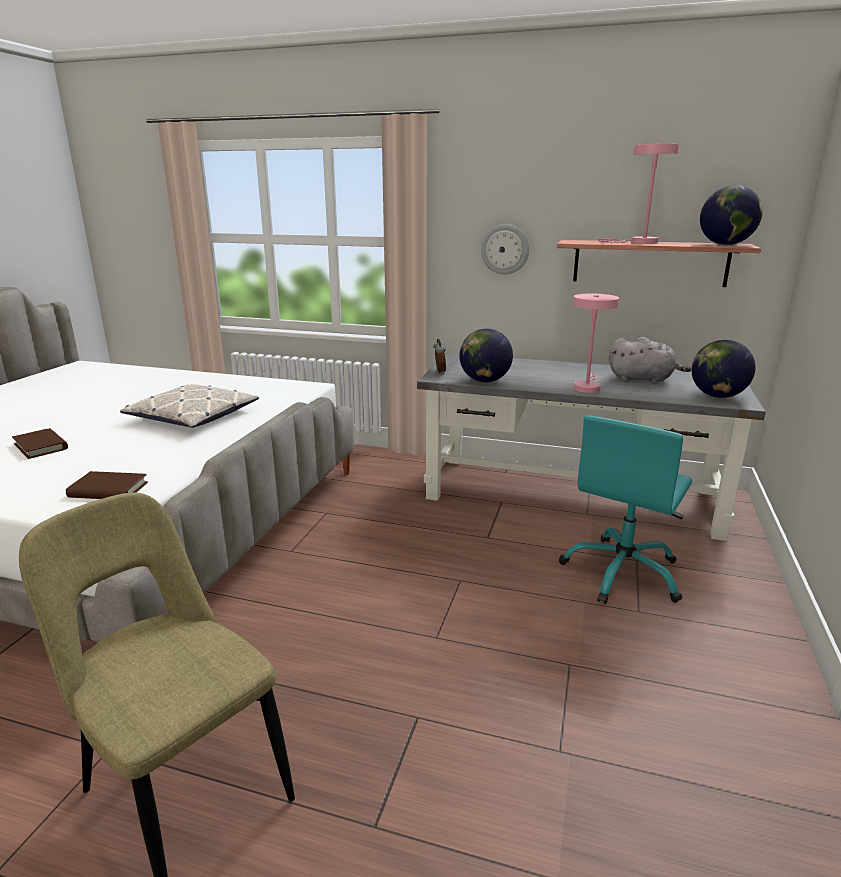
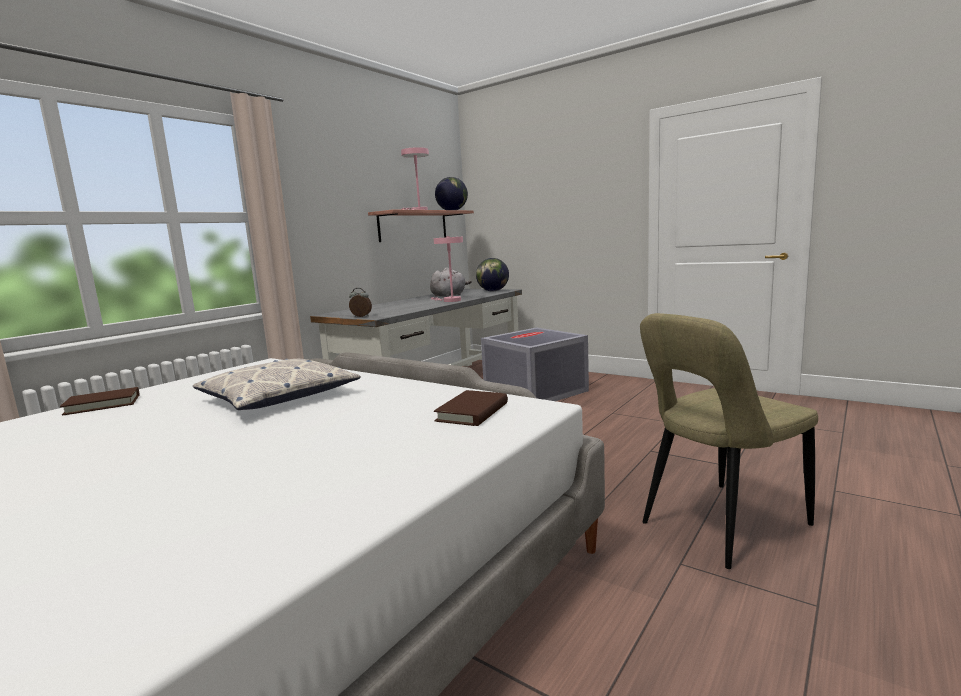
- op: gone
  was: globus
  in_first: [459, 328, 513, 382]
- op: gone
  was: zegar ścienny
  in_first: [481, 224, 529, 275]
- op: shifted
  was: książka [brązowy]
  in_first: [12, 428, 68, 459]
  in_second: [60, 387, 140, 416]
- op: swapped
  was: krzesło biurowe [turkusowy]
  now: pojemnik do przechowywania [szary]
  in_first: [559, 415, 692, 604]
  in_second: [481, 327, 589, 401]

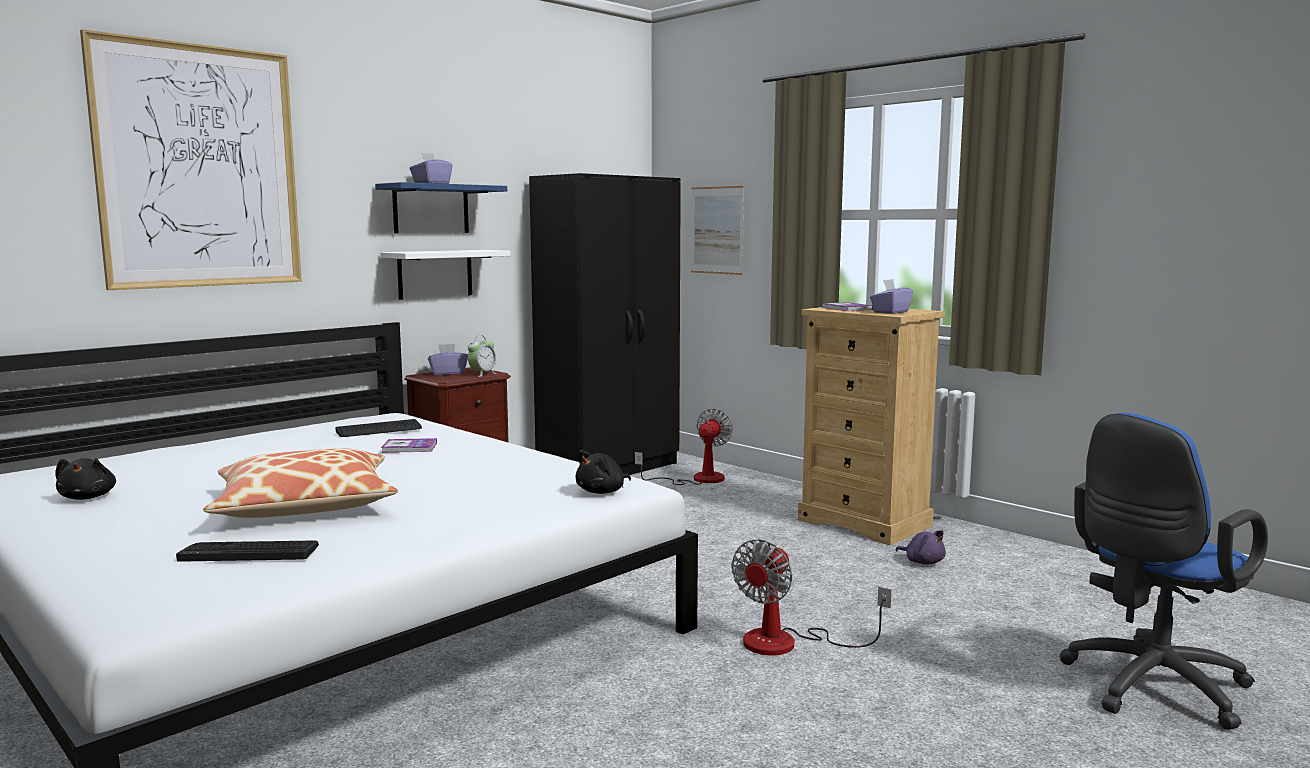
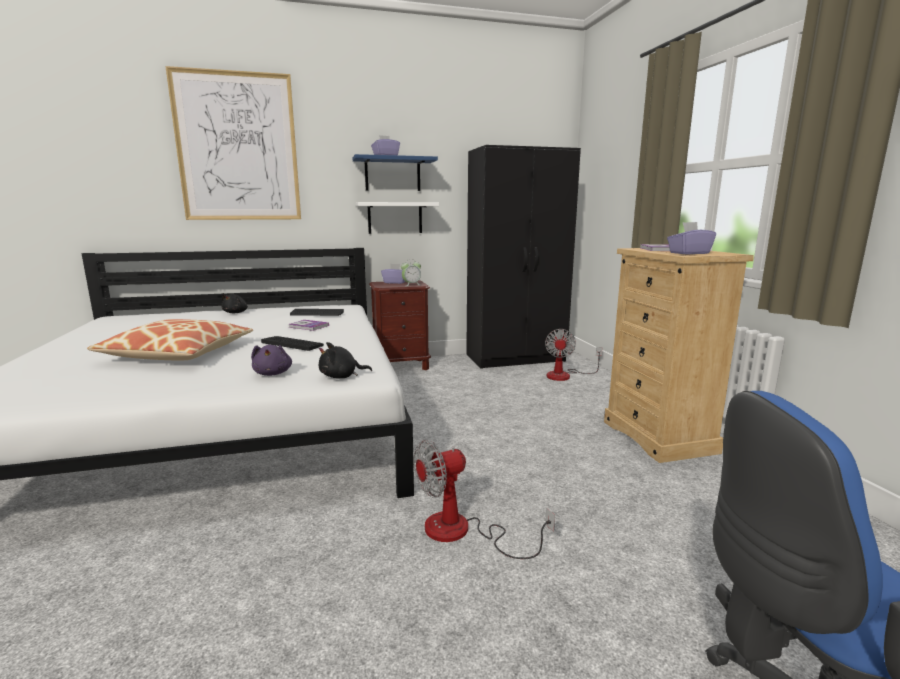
- op: gone
  was: obraz
  in_first: [691, 186, 744, 275]
- op: shifted
  was: pluszak [czarny]
  in_first: [55, 458, 116, 500]
  in_second: [221, 293, 248, 313]
- op: shifted
  was: klawiatura
  in_first: [176, 541, 319, 562]
  in_second: [261, 336, 324, 351]
- op: shifted
  was: pluszak [fioletowy]
  in_first: [895, 530, 946, 565]
  in_second: [251, 345, 292, 376]
- op: rotated
  was: wentylator
  in_first: [635, 408, 733, 485]
  in_second: [545, 329, 602, 381]
  clockwise: 135

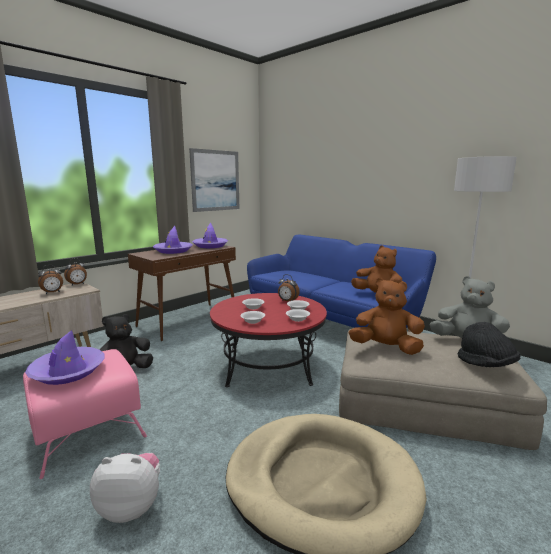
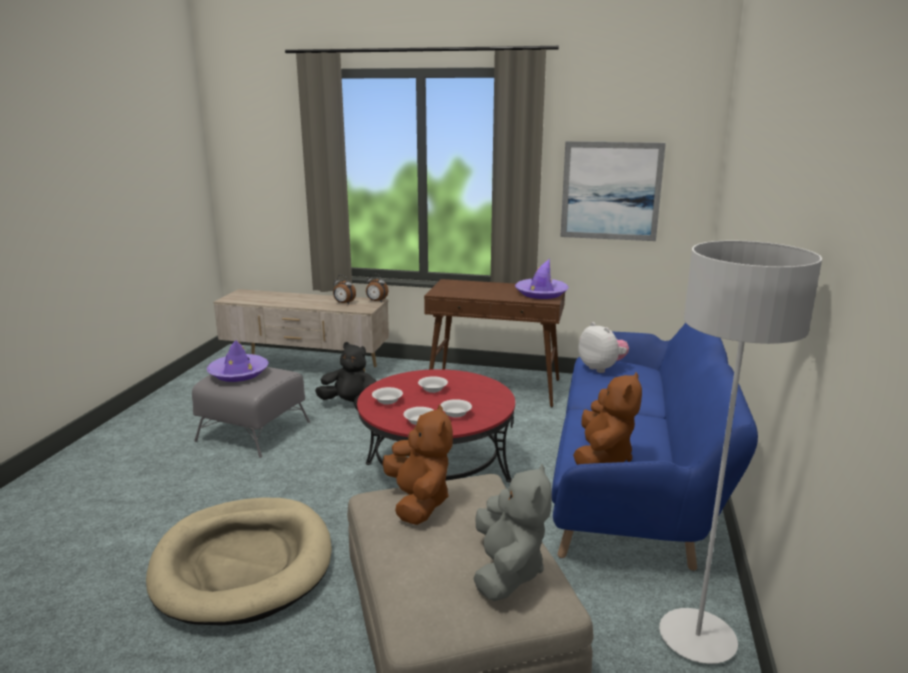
- op: gone
  was: kapelusz [fioletowy]
  in_first: [153, 226, 192, 254]
- op: gone
  was: budzik
  in_first: [278, 274, 300, 301]
- op: gone
  was: kapelusz [czarny]
  in_first: [458, 322, 520, 367]
- op: shifted
  was: pluszak
  in_first: [90, 453, 160, 523]
  in_second: [578, 322, 629, 373]
- op: repainted
  was: pufa [różowy]
  now: pufa [szary]
  in_first: [23, 349, 147, 479]
  in_second: [192, 367, 310, 458]

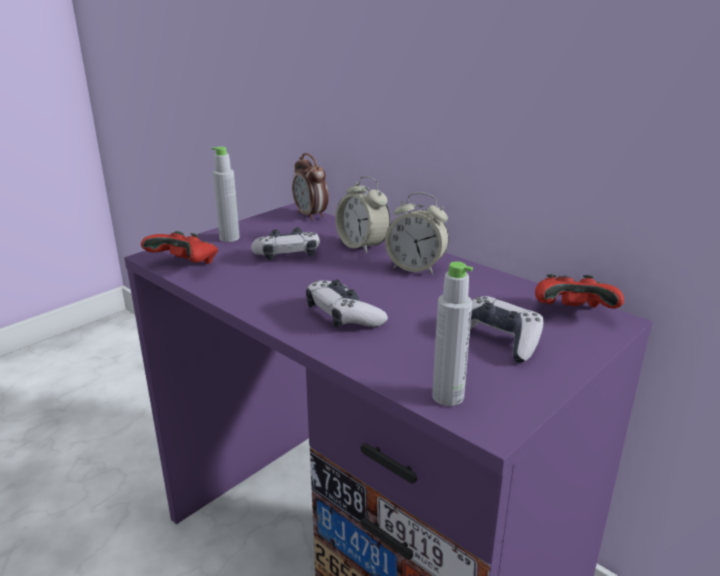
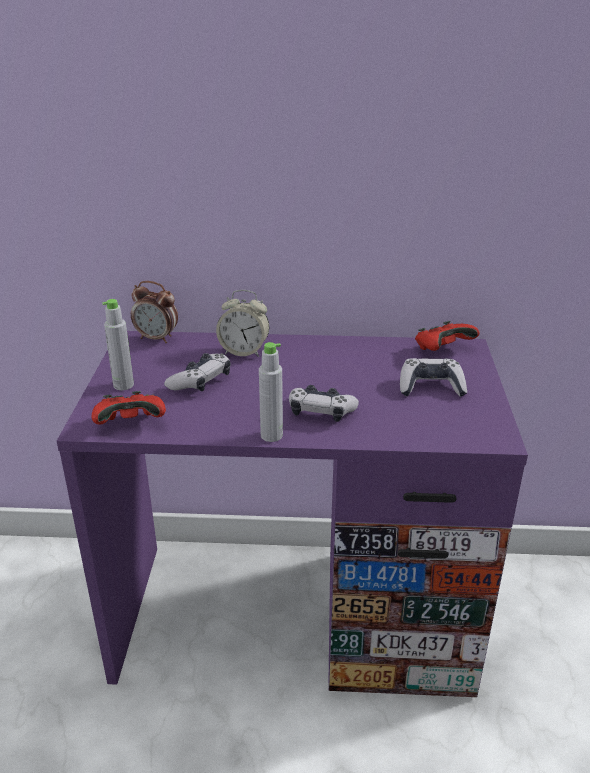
- op: gone
  was: budzik
  in_first: [385, 192, 449, 275]
- op: shifted
  was: butelka [szary]
  in_first: [432, 261, 473, 406]
  in_second: [259, 342, 283, 442]

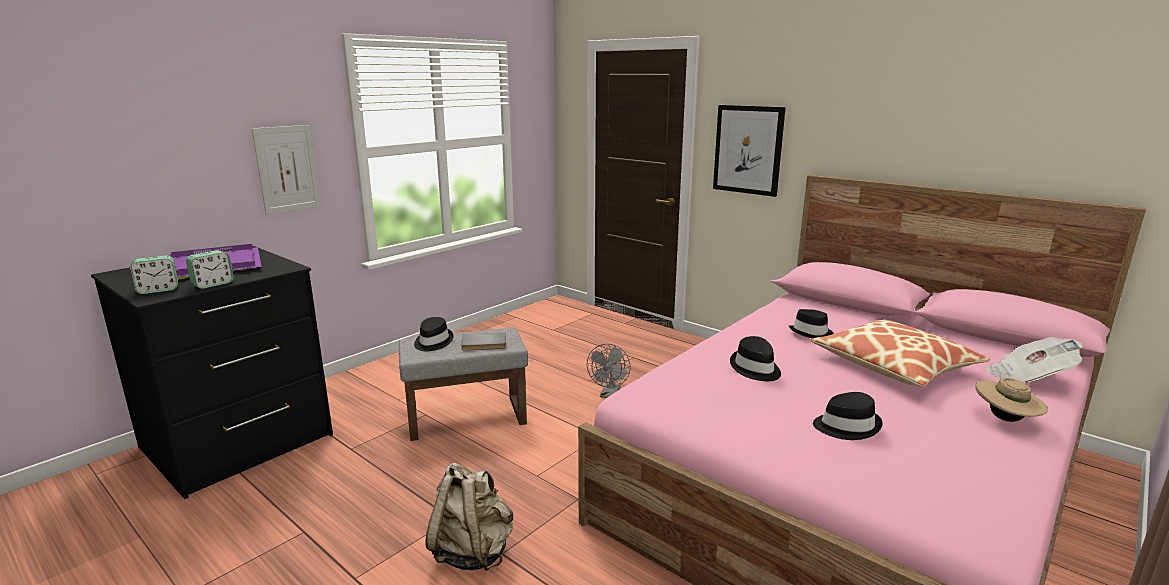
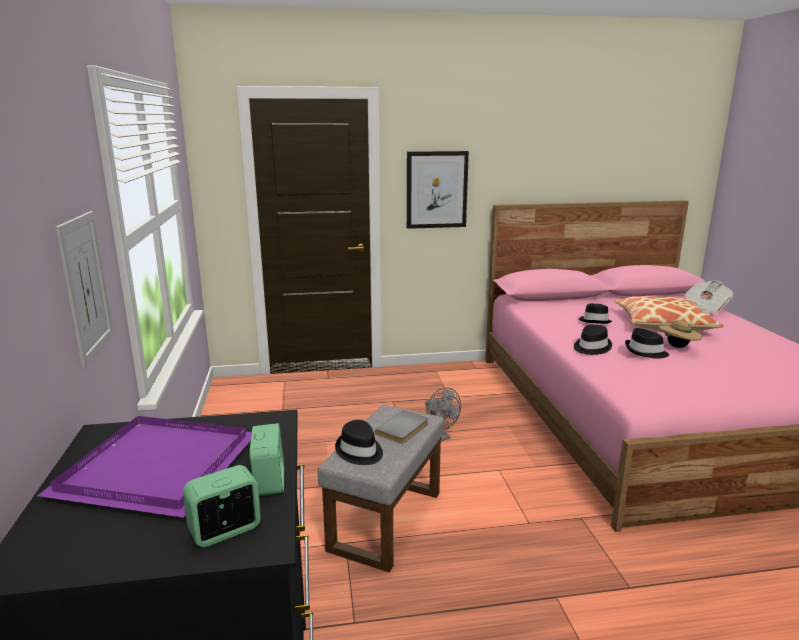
- op: gone
  was: plecak [beżowy]
  in_first: [425, 463, 513, 571]
- op: shifted
  was: kapelusz [czarny]
  in_first: [813, 392, 882, 440]
  in_second: [574, 324, 612, 355]
- op: shifted
  was: kapelusz [beżowy]
  in_first: [975, 378, 1048, 422]
  in_second: [658, 320, 702, 348]
- op: rotated
  was: budzik
  in_first: [130, 255, 178, 294]
  in_second: [183, 465, 261, 547]
  clockwise: -135

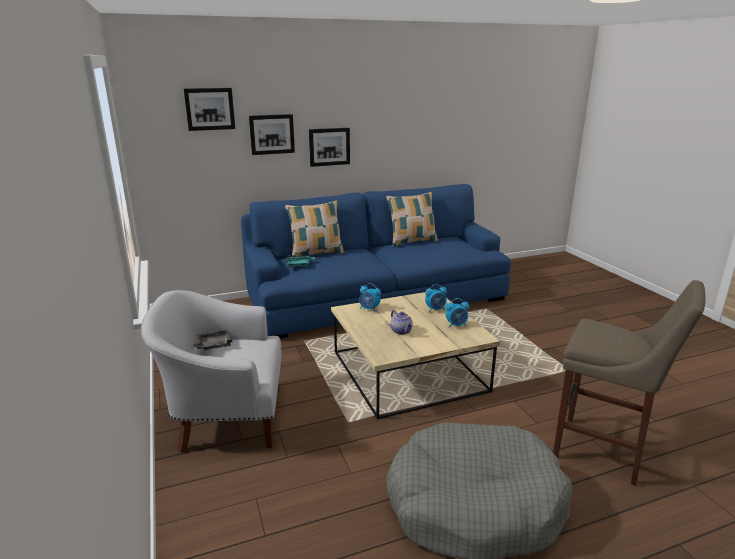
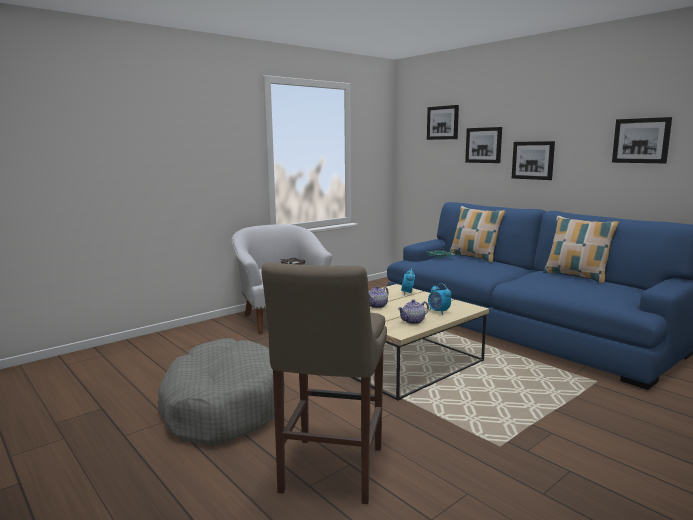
- op: new
  now: obraz
  in_second: [612, 117, 672, 163]
- op: swapped
  was: budzik
  now: imbryk
  in_first: [446, 298, 469, 328]
  in_second: [398, 299, 429, 324]

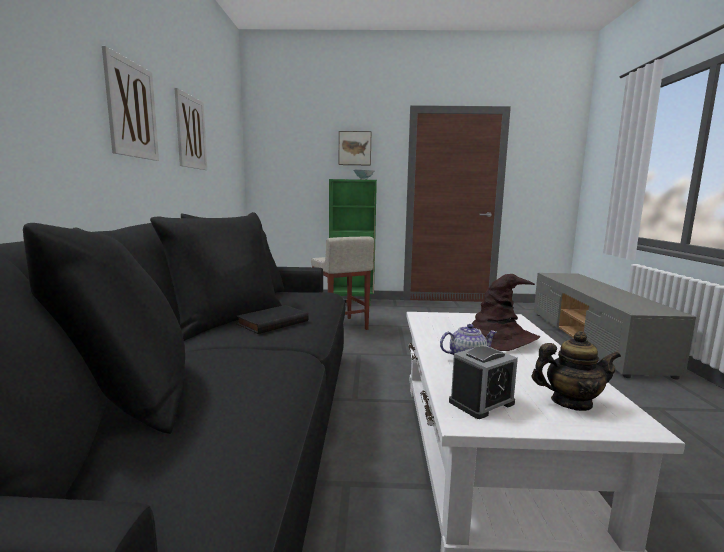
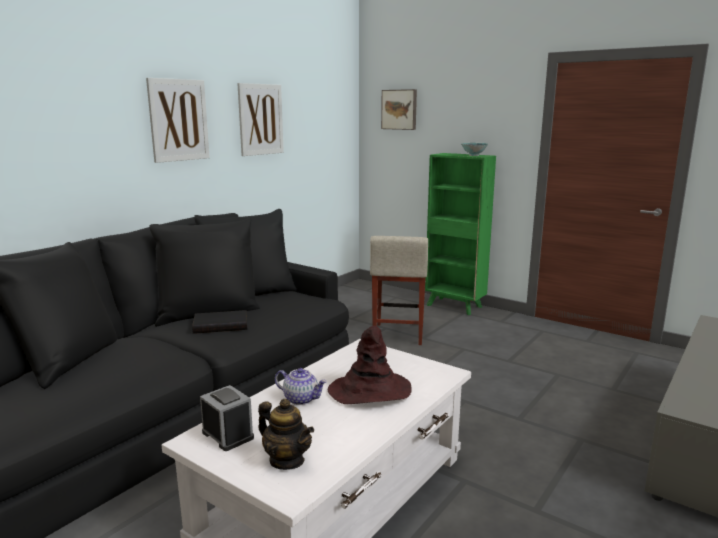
- op: shifted
  was: obraz
  in_first: [339, 131, 371, 166]
  in_second: [381, 89, 417, 130]
- op: rotated
  was: budzik
  in_first: [449, 345, 518, 419]
  in_second: [200, 385, 254, 451]
  clockwise: -135

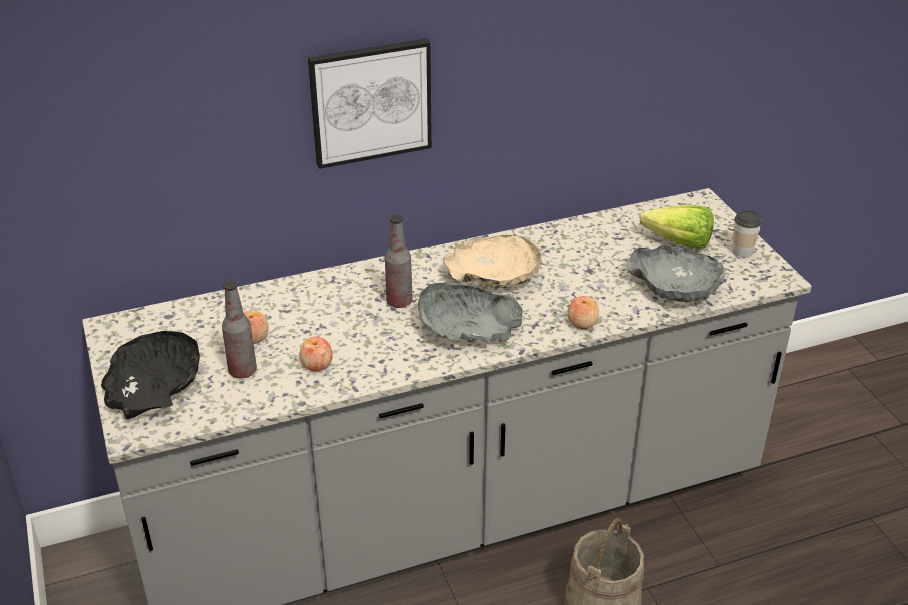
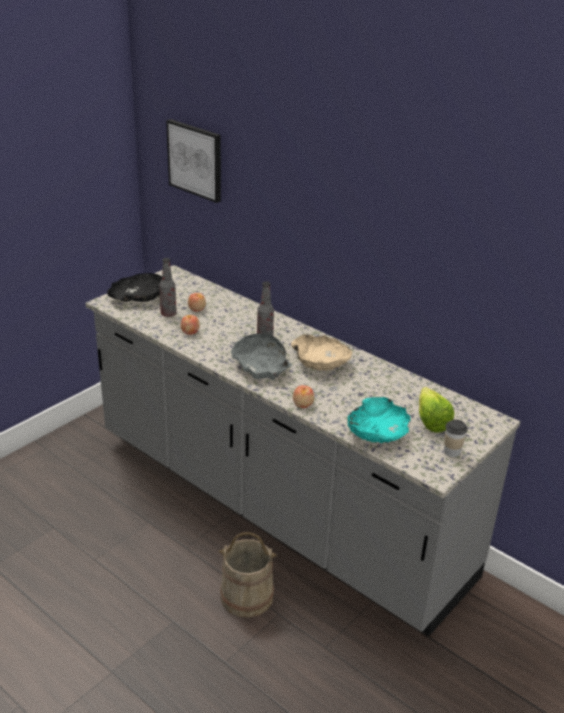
- op: shifted
  was: obraz
  in_first: [308, 38, 432, 169]
  in_second: [166, 119, 221, 203]
- op: repainted
  was: miska [szary]
  now: miska [turkusowy]
  in_first: [626, 245, 726, 303]
  in_second: [347, 397, 410, 443]

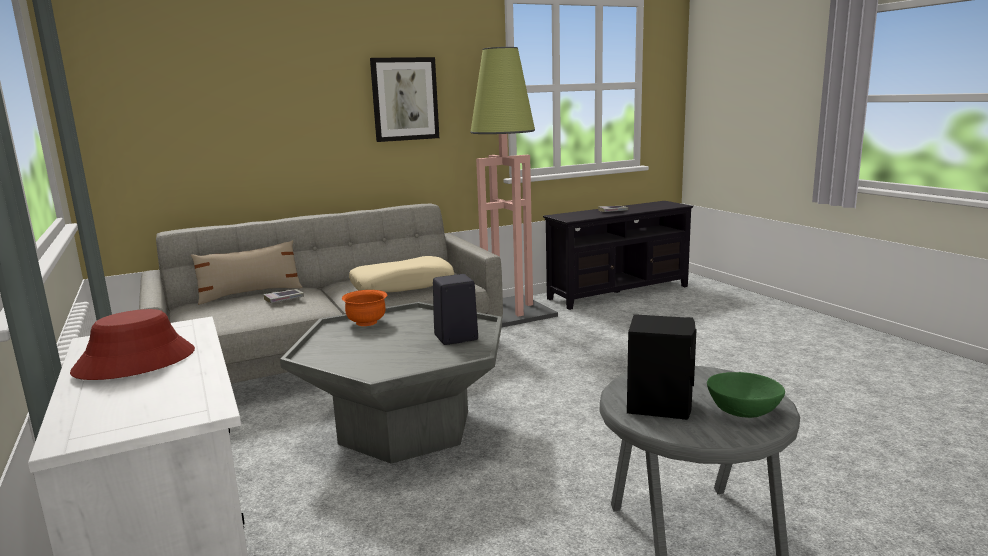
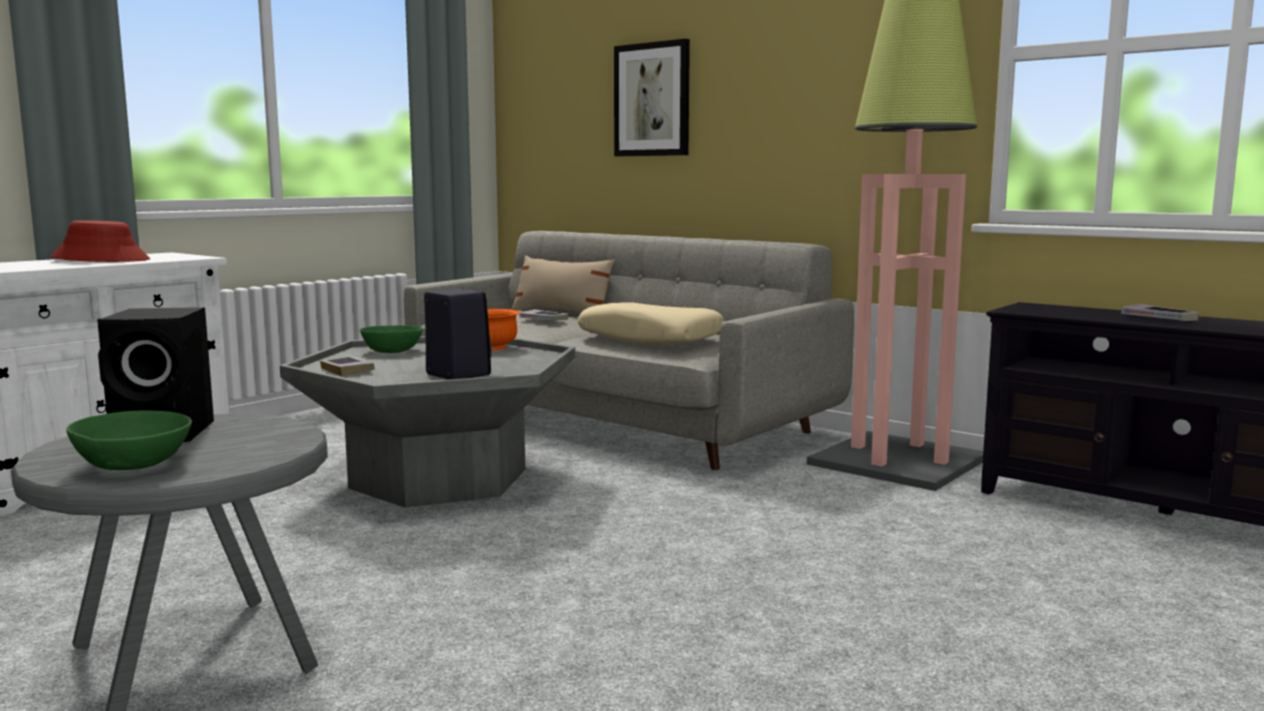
- op: new
  now: książka
  in_second: [320, 356, 375, 376]
- op: new
  now: miska [zielony]
  in_second: [360, 325, 423, 353]
- op: shifted
  was: obraz
  in_first: [370, 57, 439, 142]
  in_second: [614, 39, 690, 156]

